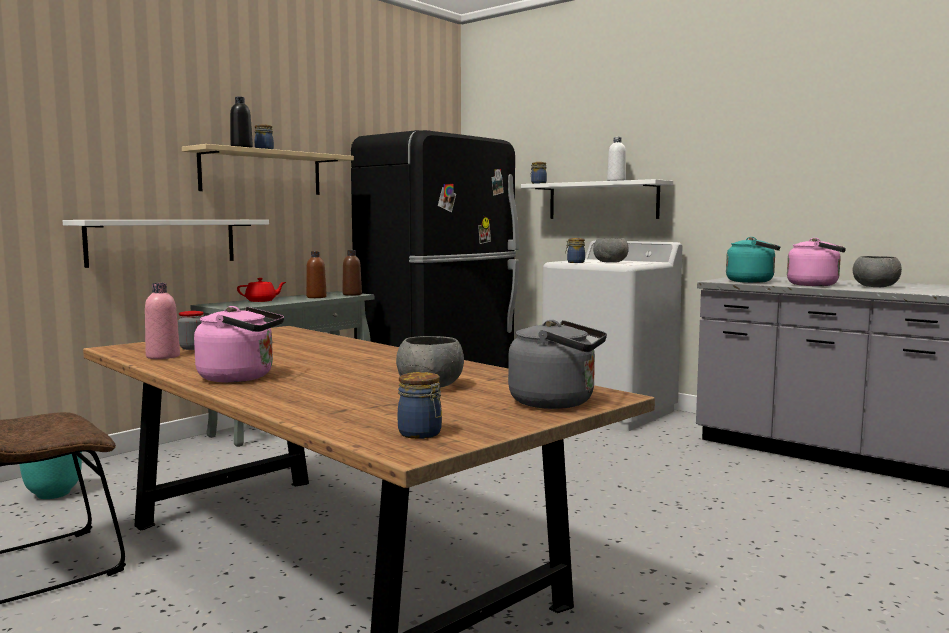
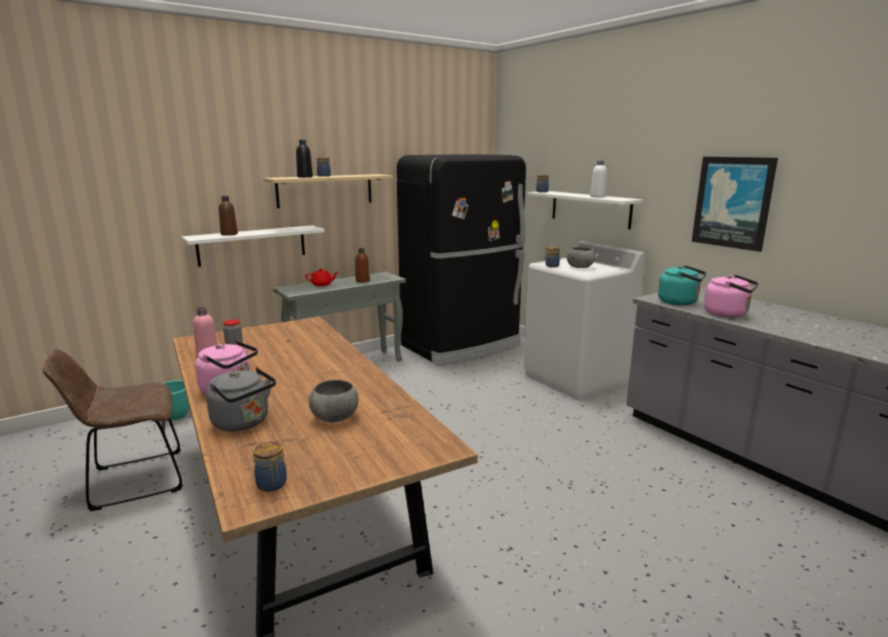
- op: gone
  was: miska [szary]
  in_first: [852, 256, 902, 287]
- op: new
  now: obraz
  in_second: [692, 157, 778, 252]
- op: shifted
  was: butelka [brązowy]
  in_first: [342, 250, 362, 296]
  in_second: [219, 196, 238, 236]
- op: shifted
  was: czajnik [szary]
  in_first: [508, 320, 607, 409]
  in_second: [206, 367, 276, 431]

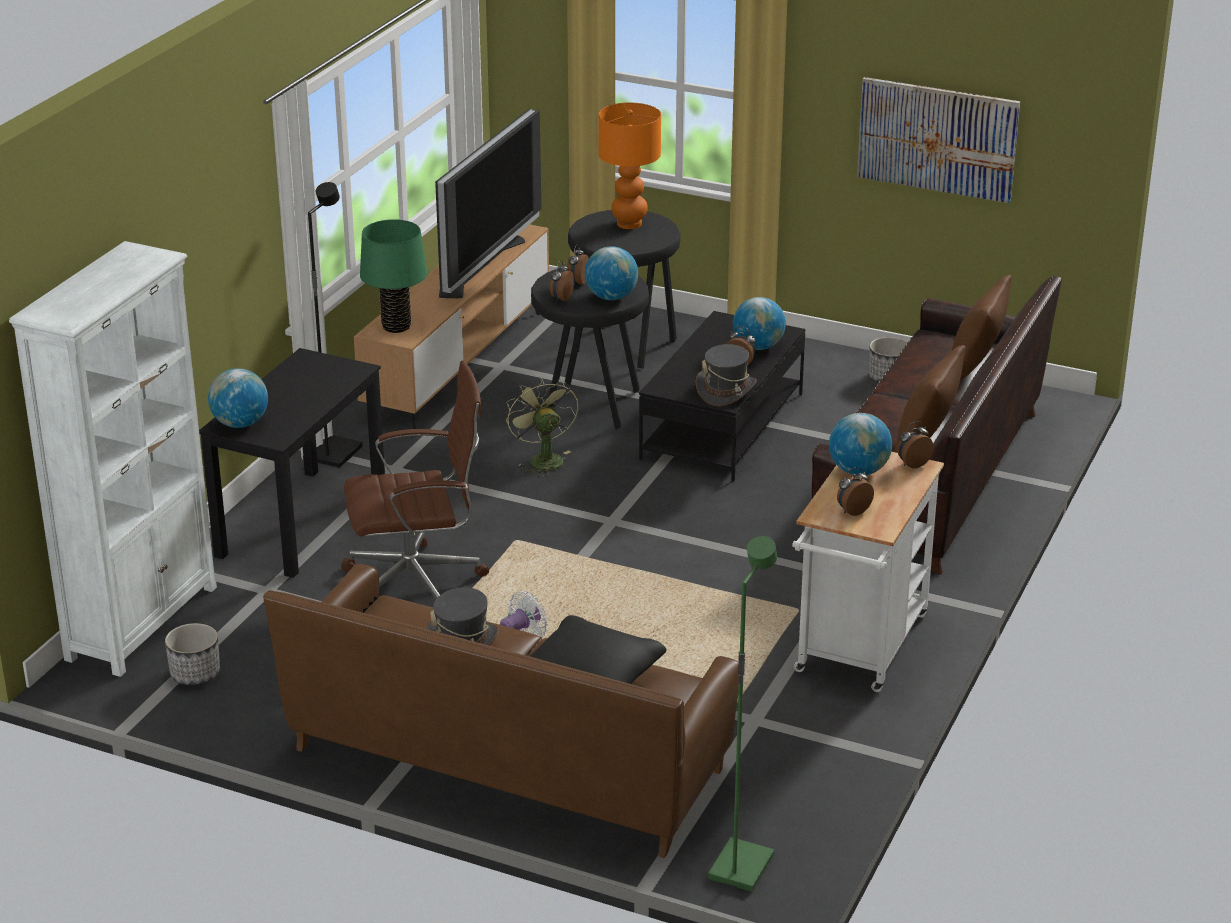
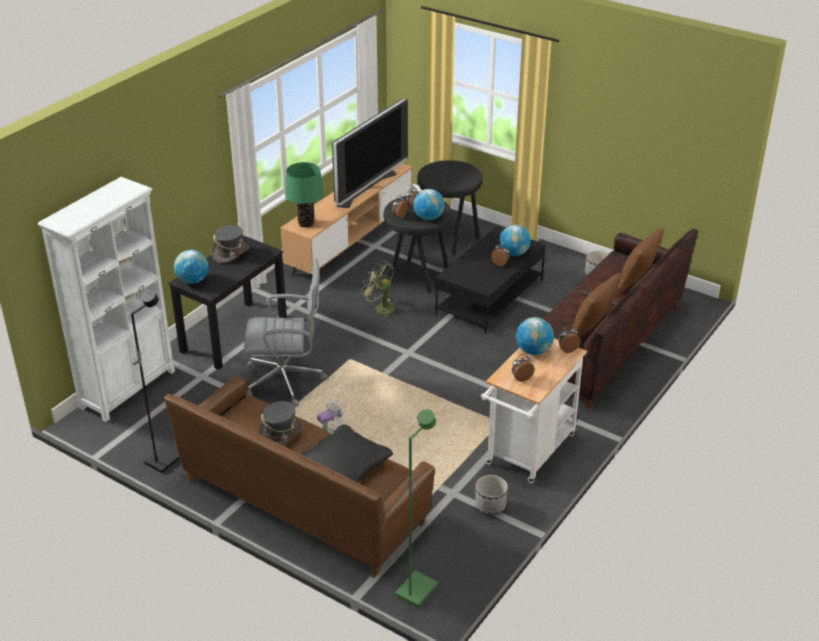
- op: gone
  was: lampa stołowa [pomarańczowy]
  in_first: [598, 103, 661, 229]
- op: gone
  was: obraz
  in_first: [857, 77, 1020, 203]
- op: shifted
  was: donica
  in_first: [165, 623, 220, 685]
  in_second: [475, 475, 508, 515]
- op: shifted
  was: lampa stojąca [czarny]
  in_first: [308, 182, 363, 468]
  in_second: [131, 290, 180, 473]
- op: shifted
  was: kapelusz [szary]
  in_first: [696, 344, 757, 406]
  in_second: [211, 225, 250, 263]
- op: repainted
  was: krzesło biurowe [brązowy]
  now: krzesło biurowe [szary]
  in_first: [341, 361, 489, 599]
  in_second: [244, 259, 328, 407]
- op: rotated
  was: wentylator [zielony]
  in_first: [506, 377, 579, 477]
  in_second: [361, 262, 395, 318]
  clockwise: -45

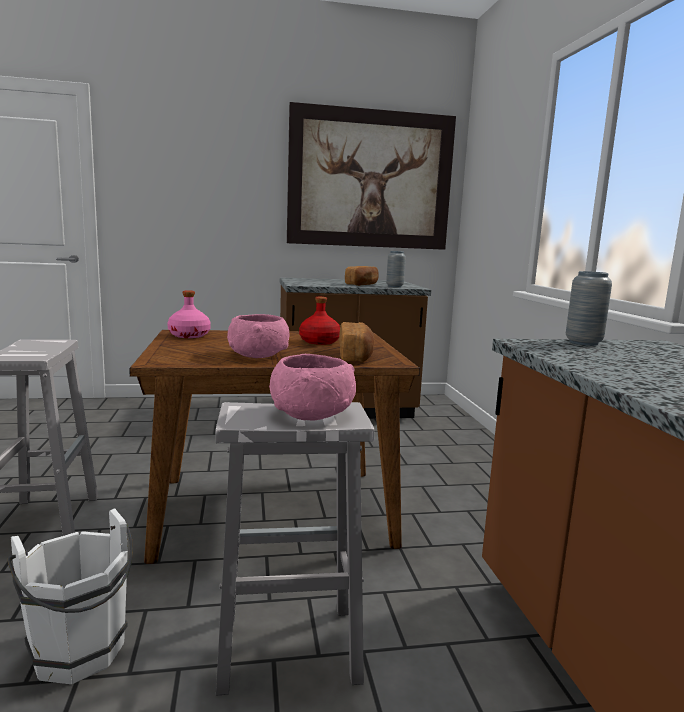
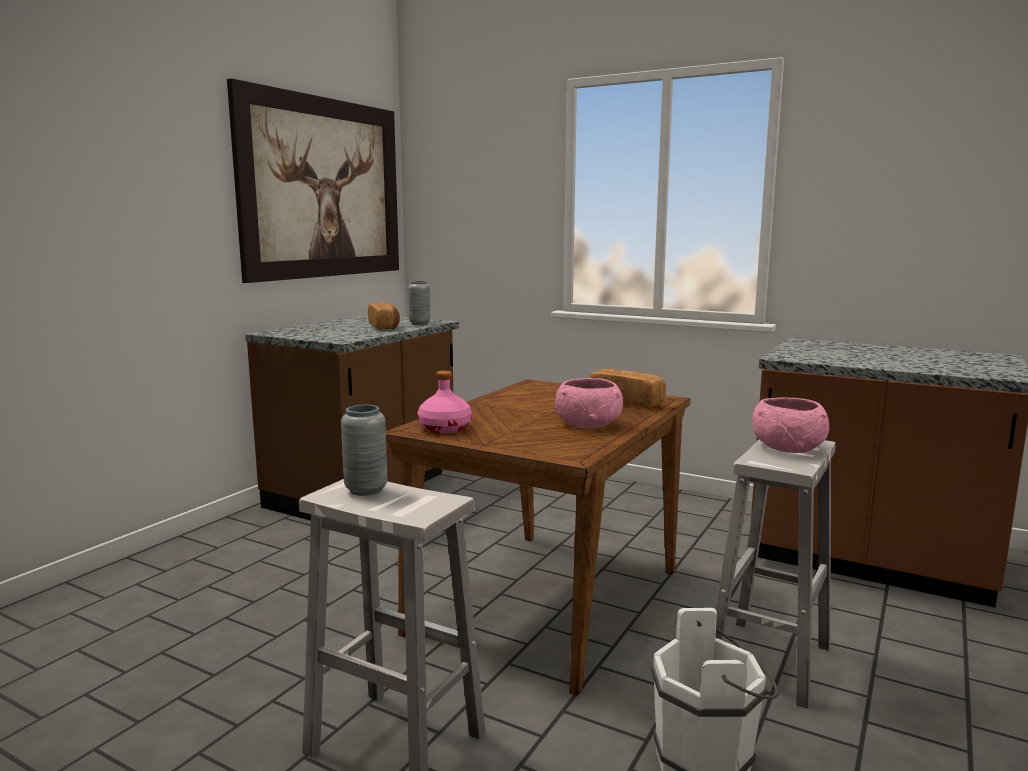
- op: gone
  was: butelka [czerwony]
  in_first: [299, 297, 340, 345]
- op: shifted
  was: wazon [szary]
  in_first: [566, 271, 612, 346]
  in_second: [341, 405, 388, 496]

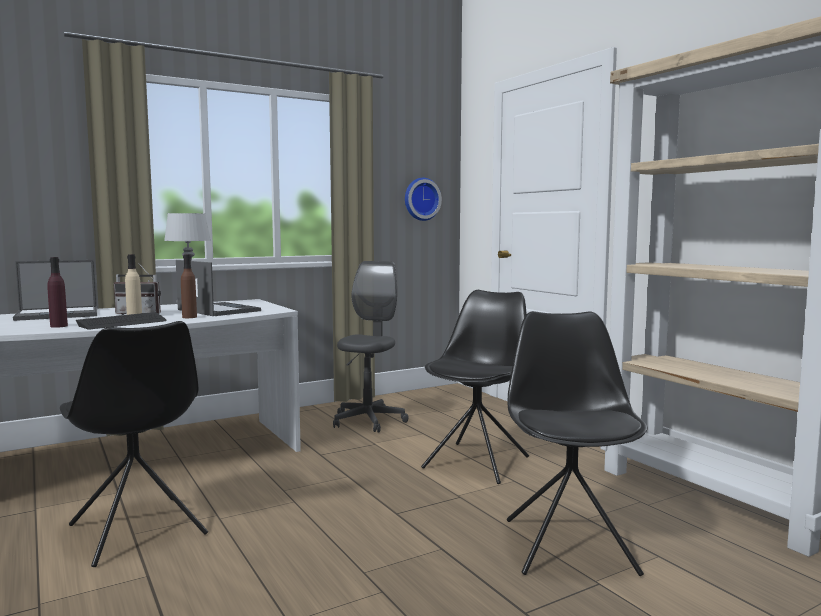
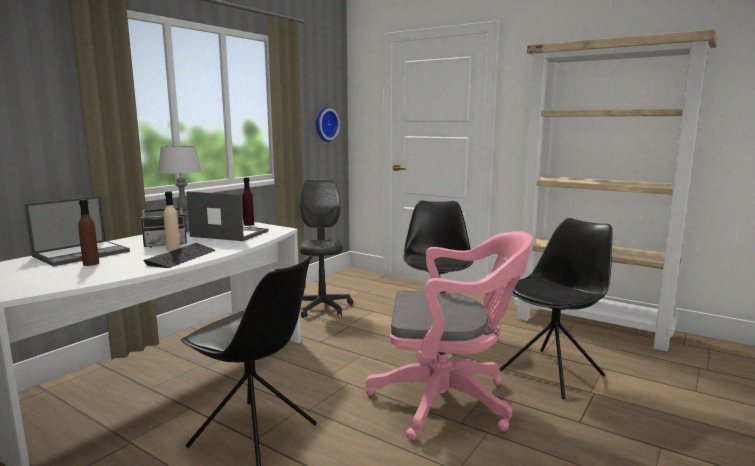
- op: new
  now: krzesło biurowe [różowy]
  in_second: [365, 231, 533, 440]
- op: shifted
  was: butelka [fioletowy]
  in_first: [47, 257, 68, 328]
  in_second: [242, 177, 254, 226]
- op: shifted
  was: butelka [brązowy]
  in_first: [181, 254, 197, 318]
  in_second: [78, 199, 99, 266]
- op: rotated
  was: krzesło [czarny]
  in_first: [507, 311, 647, 576]
  in_second: [500, 218, 613, 399]
  clockwise: 75

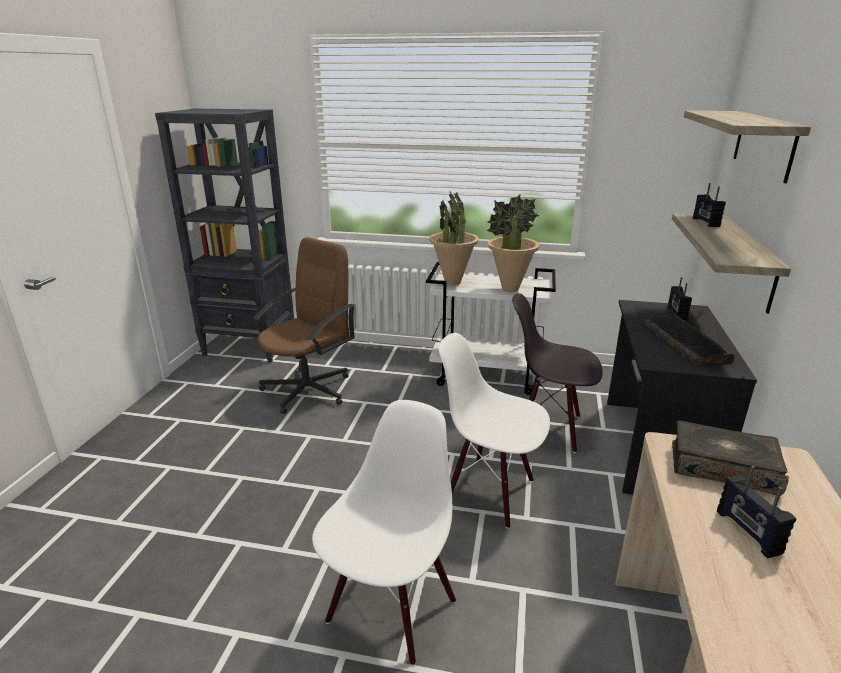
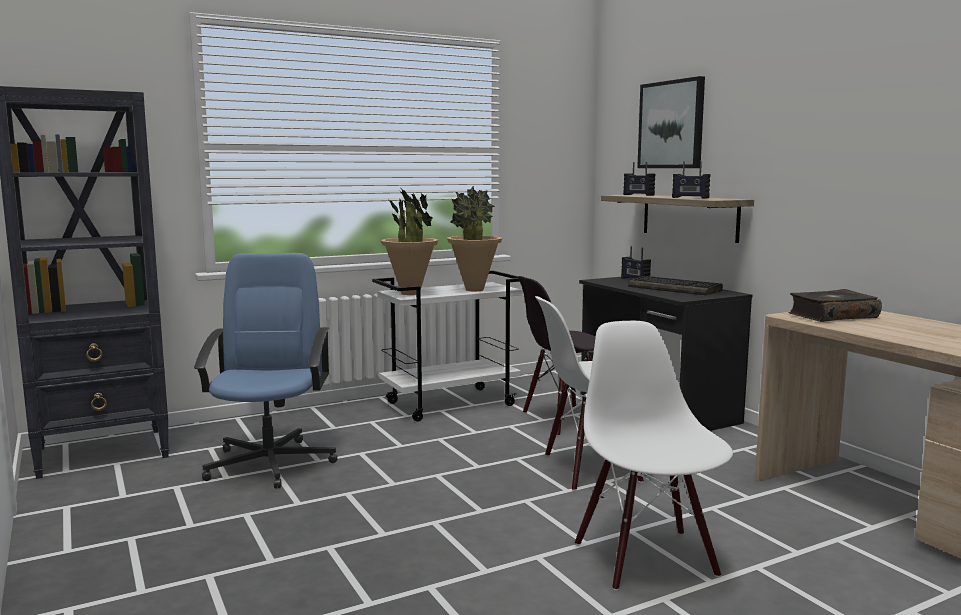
- op: shifted
  was: radio
  in_first: [717, 466, 796, 558]
  in_second: [672, 161, 711, 199]
- op: swapped
  was: półka
  now: obraz
  in_first: [684, 110, 811, 183]
  in_second: [637, 76, 705, 168]
- op: repainted
  was: krzesło biurowe [brązowy]
  now: krzesło biurowe [niebieski]
  in_first: [253, 237, 355, 414]
  in_second: [194, 253, 338, 489]

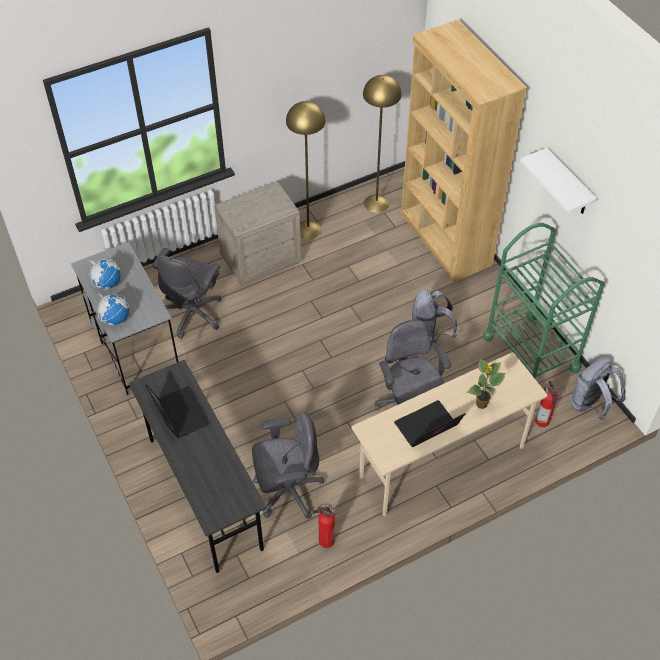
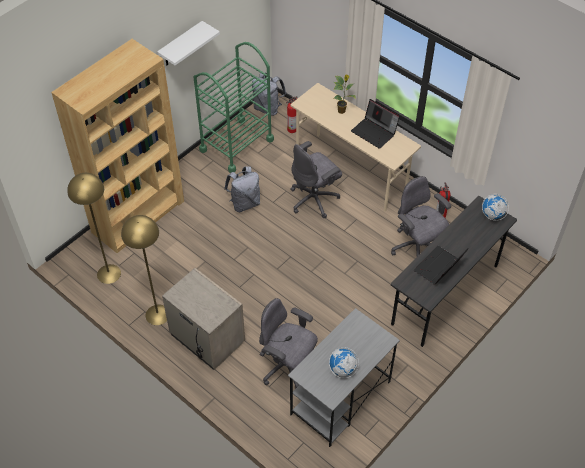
- op: shifted
  was: globus
  in_first: [97, 293, 129, 325]
  in_second: [482, 194, 509, 221]
- op: rotated
  was: krzesło biurowe [szary]
  in_first: [153, 248, 222, 339]
  in_second: [259, 298, 318, 388]
  clockwise: -150

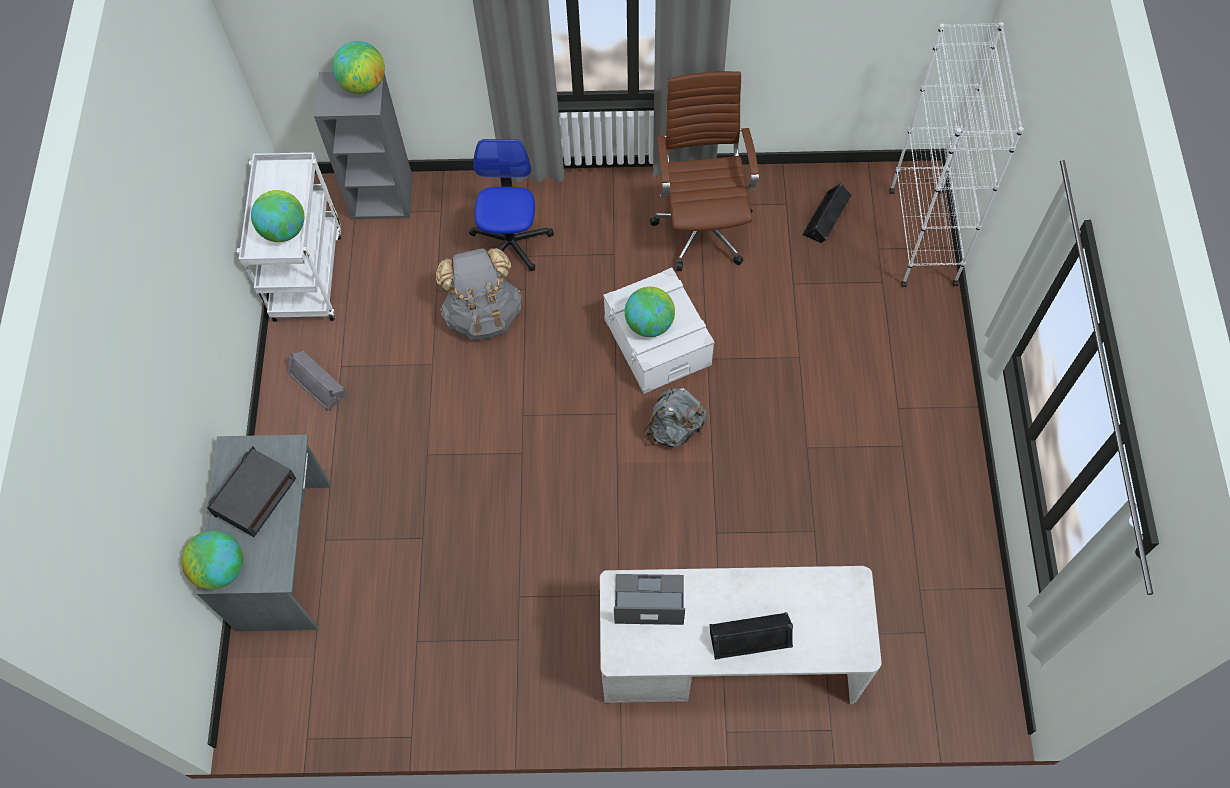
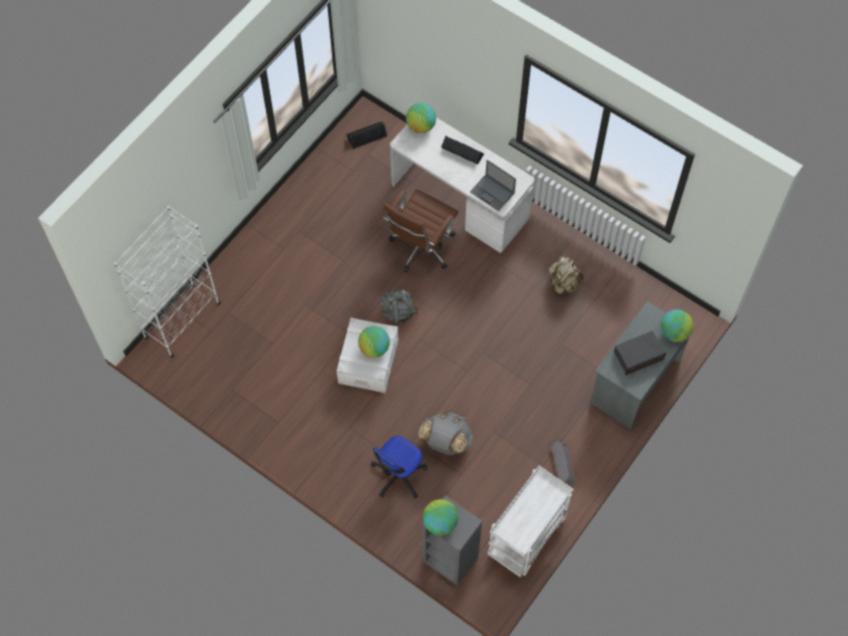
- op: new
  now: plecak [beżowy]
  in_second: [549, 257, 583, 294]
- op: shifted
  was: globus
  in_first: [251, 190, 304, 242]
  in_second: [406, 103, 436, 133]
- op: shifted
  was: krzesło biurowe [brązowy]
  in_first: [650, 71, 759, 271]
  in_second: [383, 189, 458, 272]
- op: shifted
  was: głośnik [czarny]
  in_first: [802, 183, 852, 243]
  in_second: [347, 121, 388, 149]

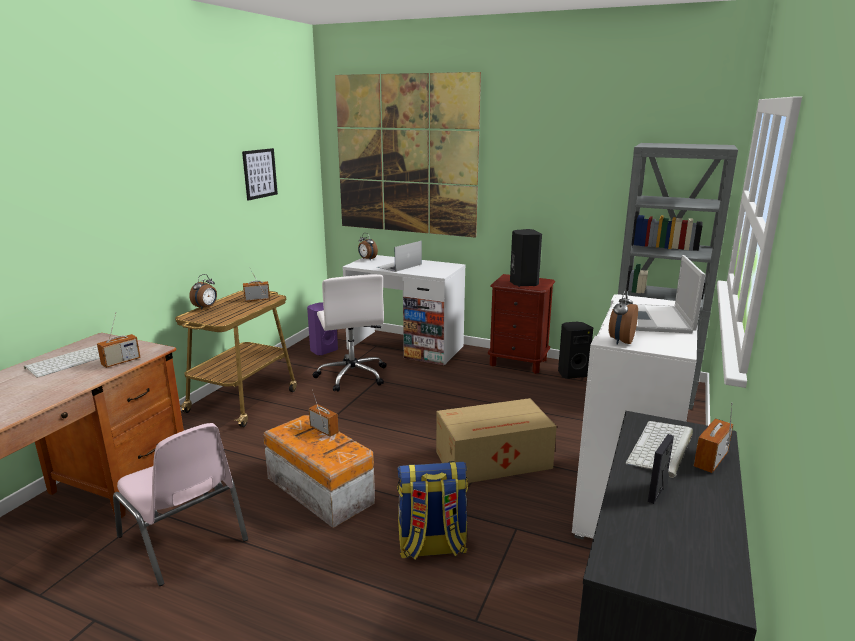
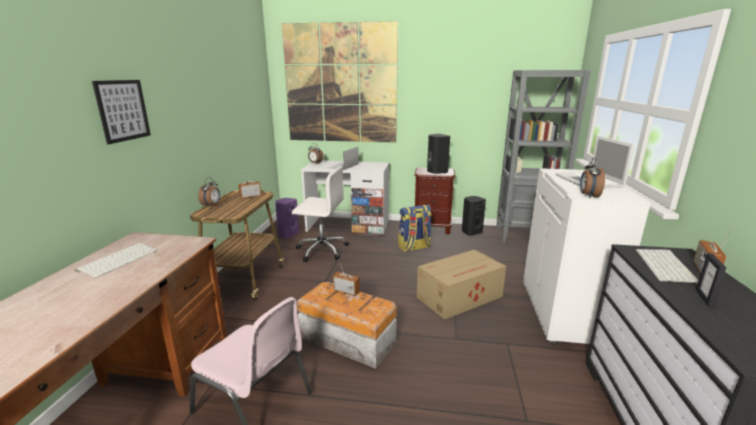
- op: gone
  was: radio
  in_first: [97, 312, 141, 368]
- op: shifted
  was: obraz
  in_first: [242, 148, 278, 201]
  in_second: [92, 80, 151, 144]
- op: shifted
  was: plecak
  in_first: [397, 461, 468, 560]
  in_second: [398, 205, 432, 252]
- op: rotated
  was: krzesło biurowe [biały]
  in_first: [313, 274, 386, 392]
  in_second: [292, 166, 349, 262]
  clockwise: -45

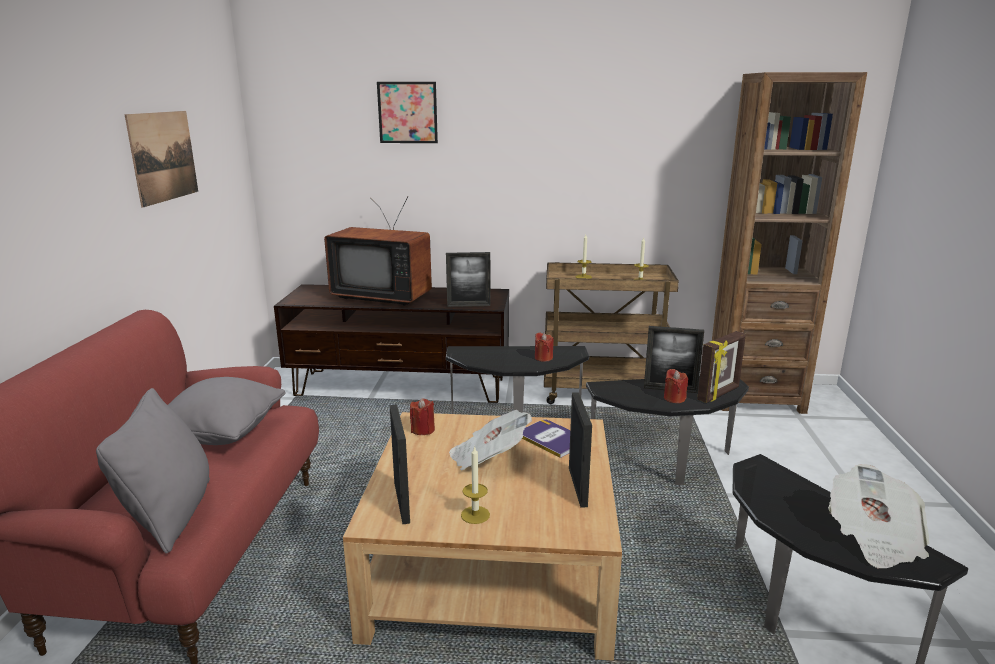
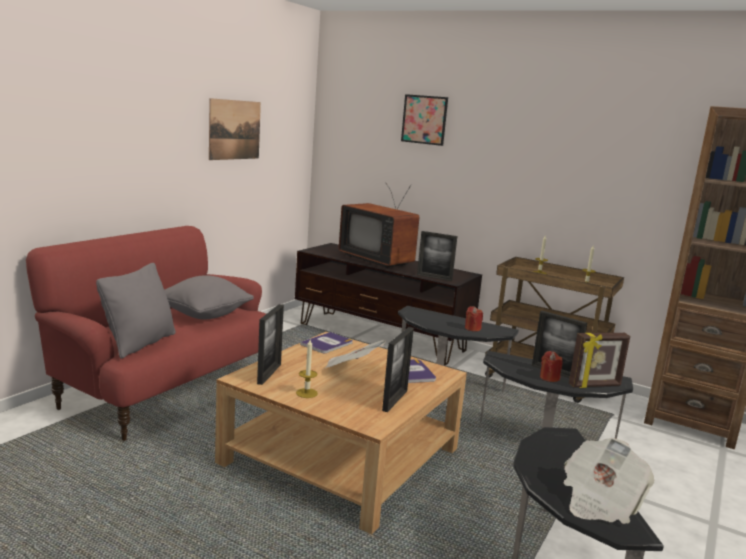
- op: swapped
  was: świeca [czerwony]
  now: książka
  in_first: [410, 398, 435, 435]
  in_second: [300, 332, 353, 353]

